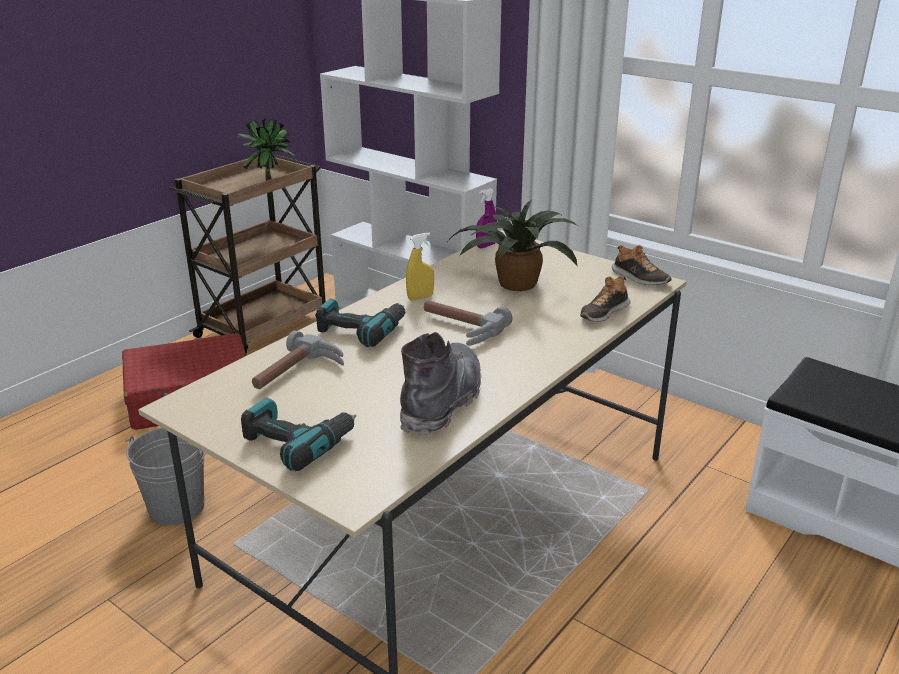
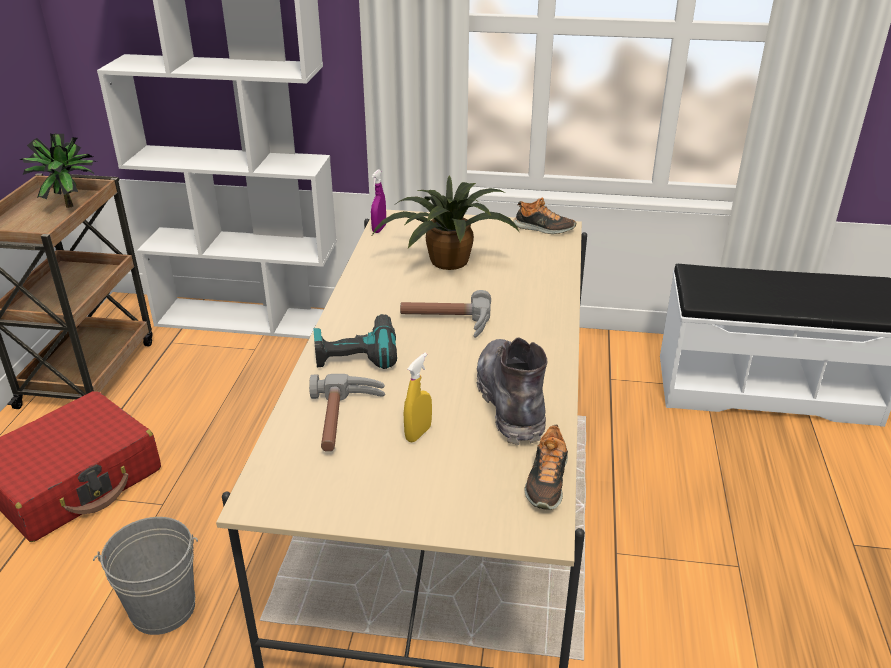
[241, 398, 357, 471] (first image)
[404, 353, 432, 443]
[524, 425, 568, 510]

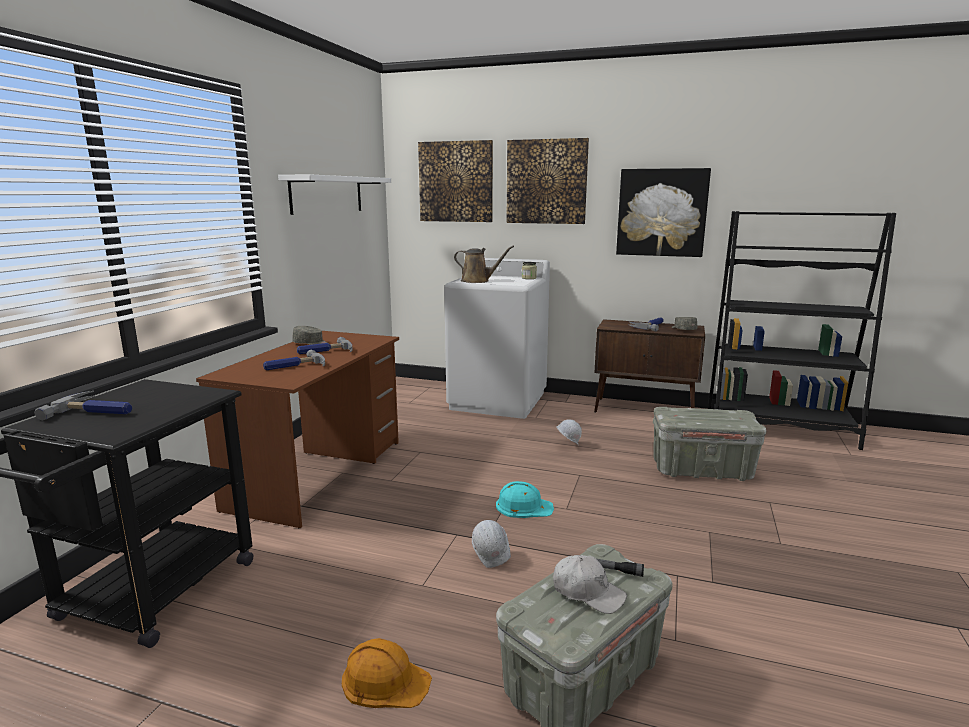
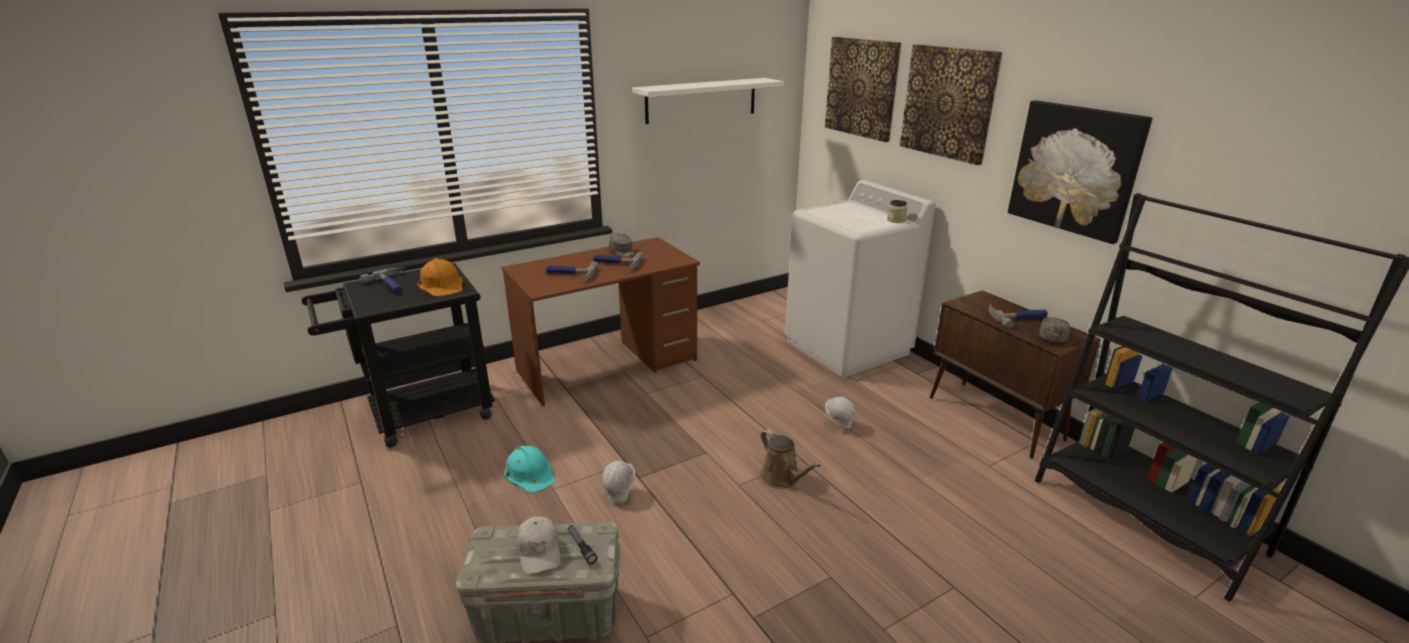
[653, 407, 766, 481] (first image)
[417, 258, 463, 296]
[760, 429, 821, 489]
[504, 446, 555, 493]

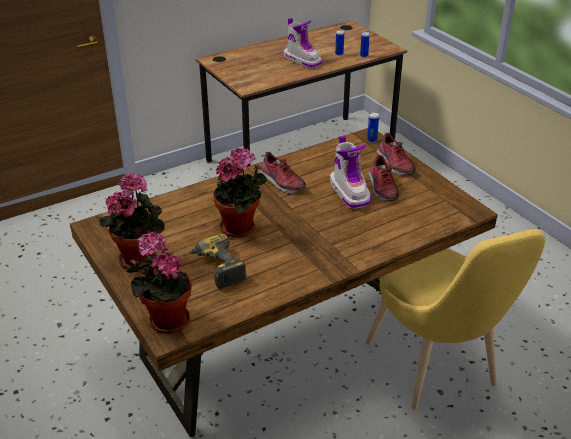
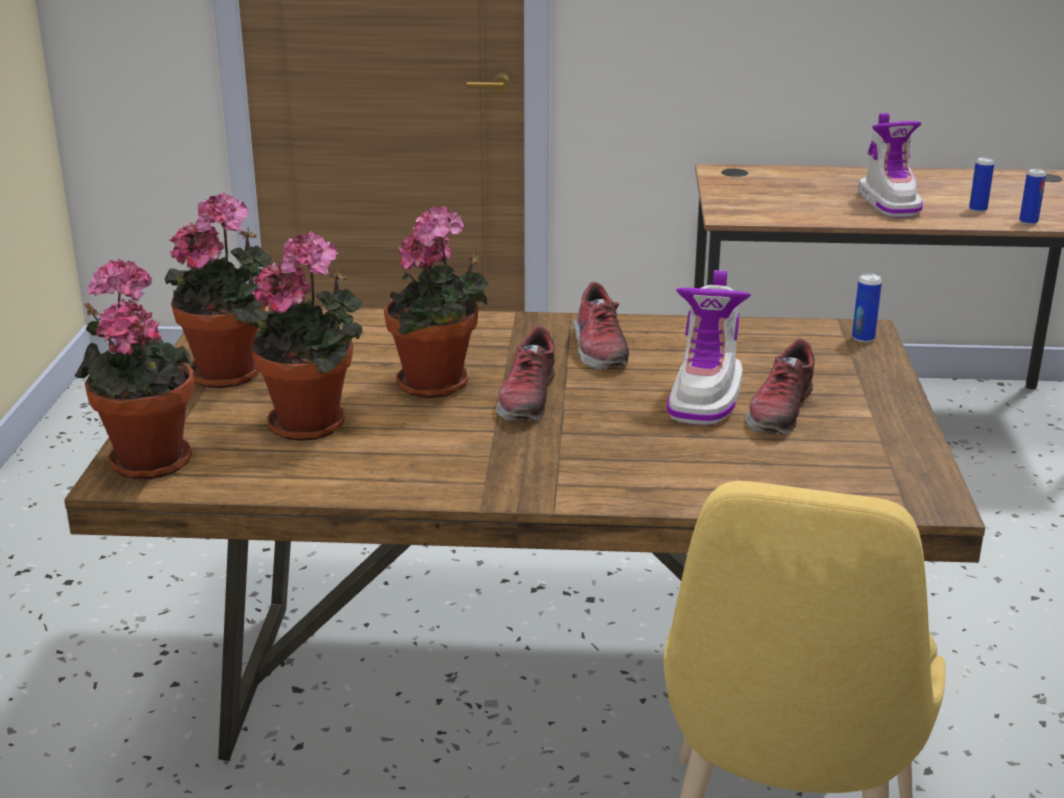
[496, 325, 555, 422]
[248, 231, 362, 441]

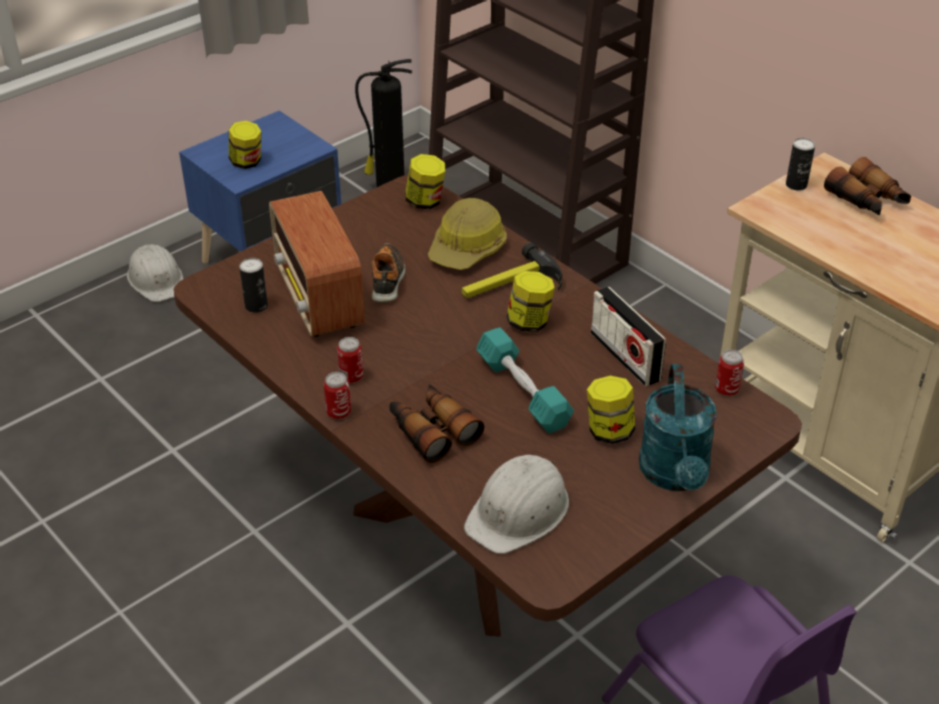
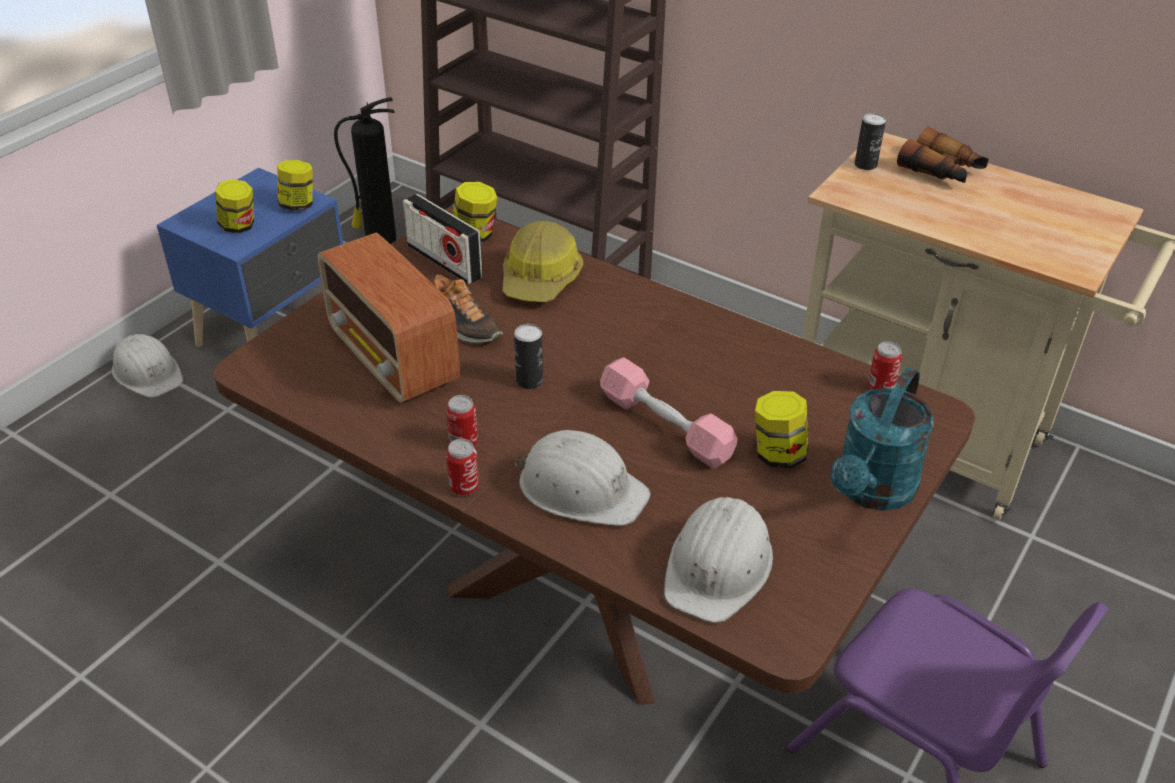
[462, 243, 562, 298] (first image)
[514, 324, 543, 389]
[277, 160, 313, 211]
[403, 194, 483, 284]
[514, 430, 651, 526]
[600, 357, 738, 469]
[434, 274, 503, 343]
[830, 368, 934, 511]

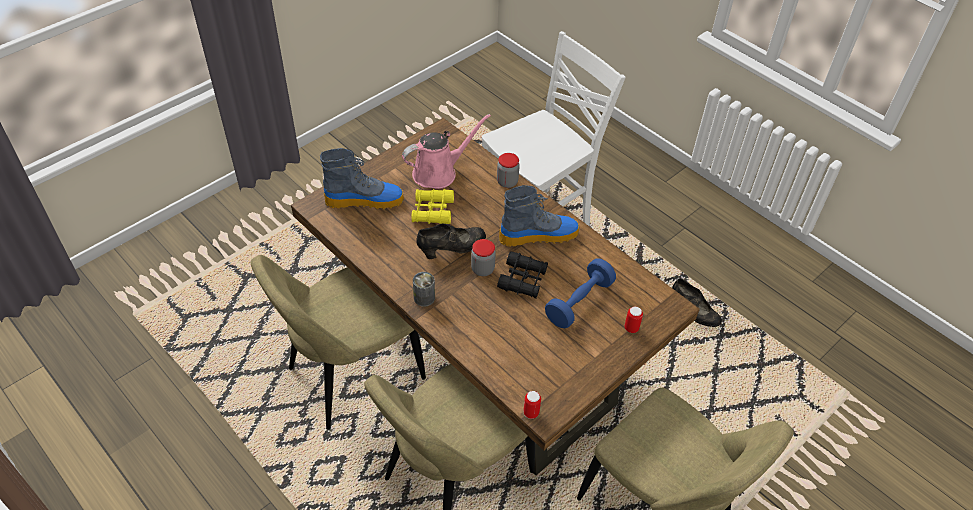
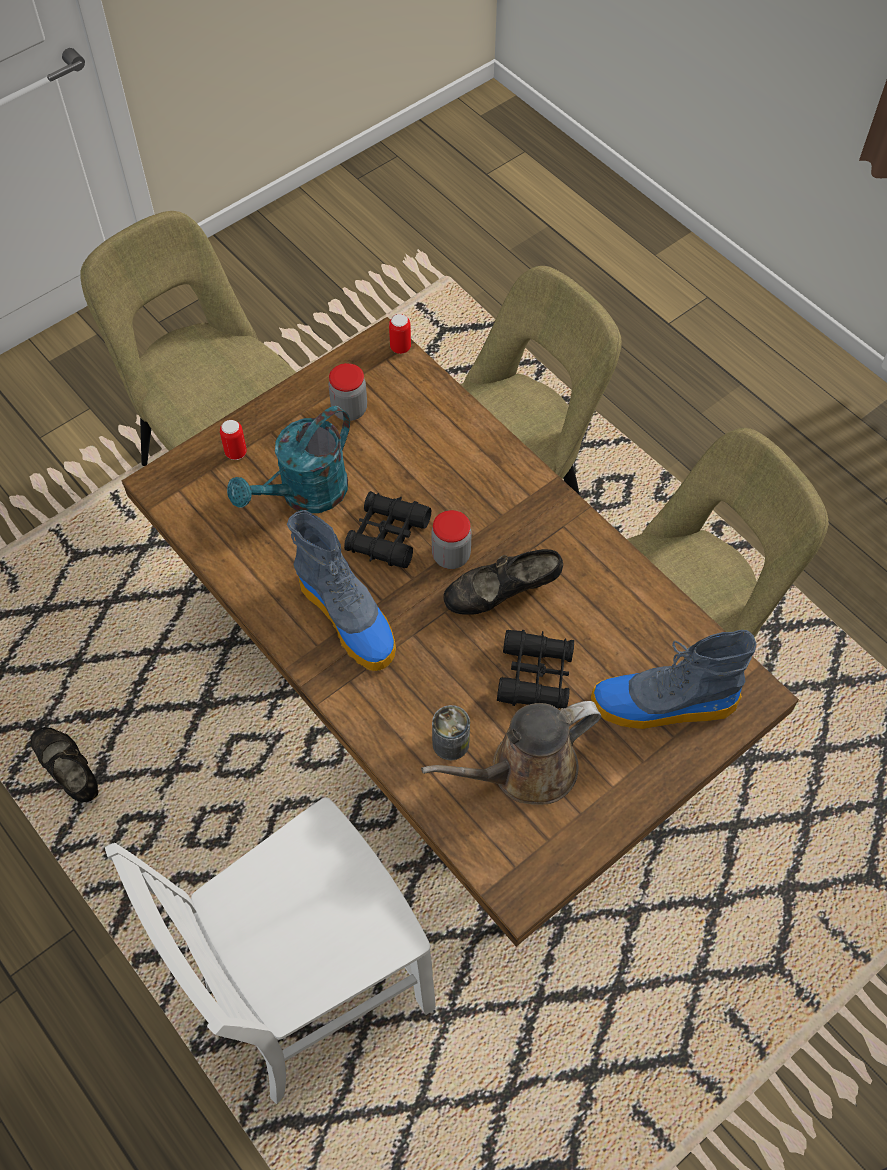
[432, 705, 470, 760]
[328, 363, 367, 421]
[227, 406, 350, 513]
[421, 701, 601, 805]
[497, 630, 574, 709]
[287, 510, 396, 671]

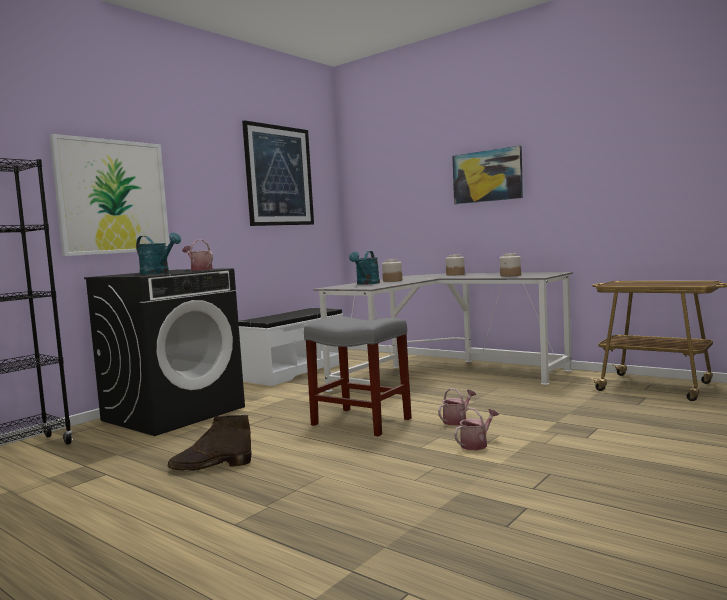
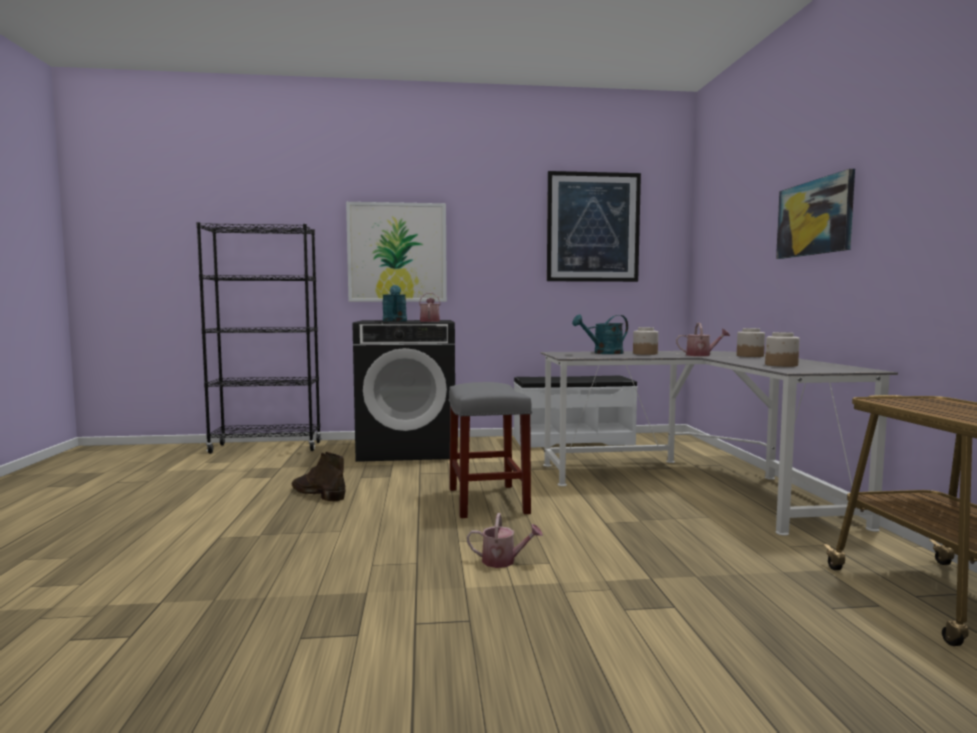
[676, 323, 730, 356]

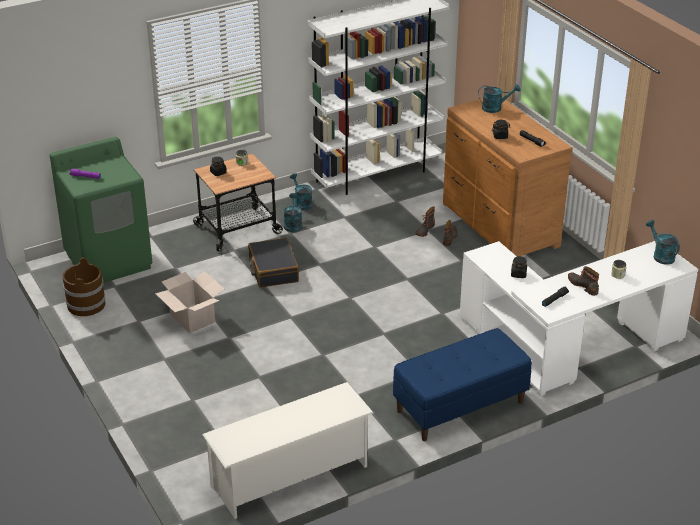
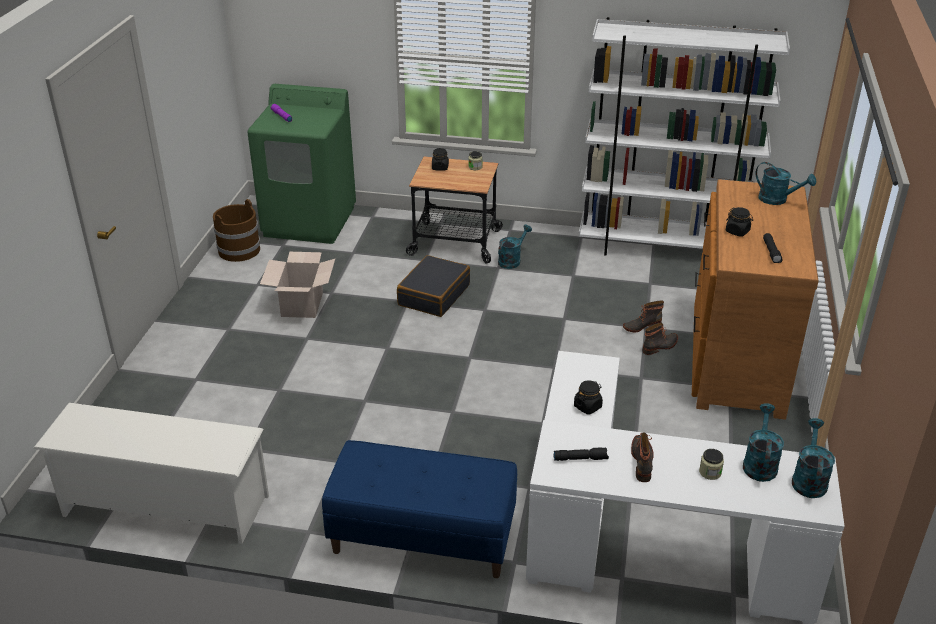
[743, 403, 784, 482]

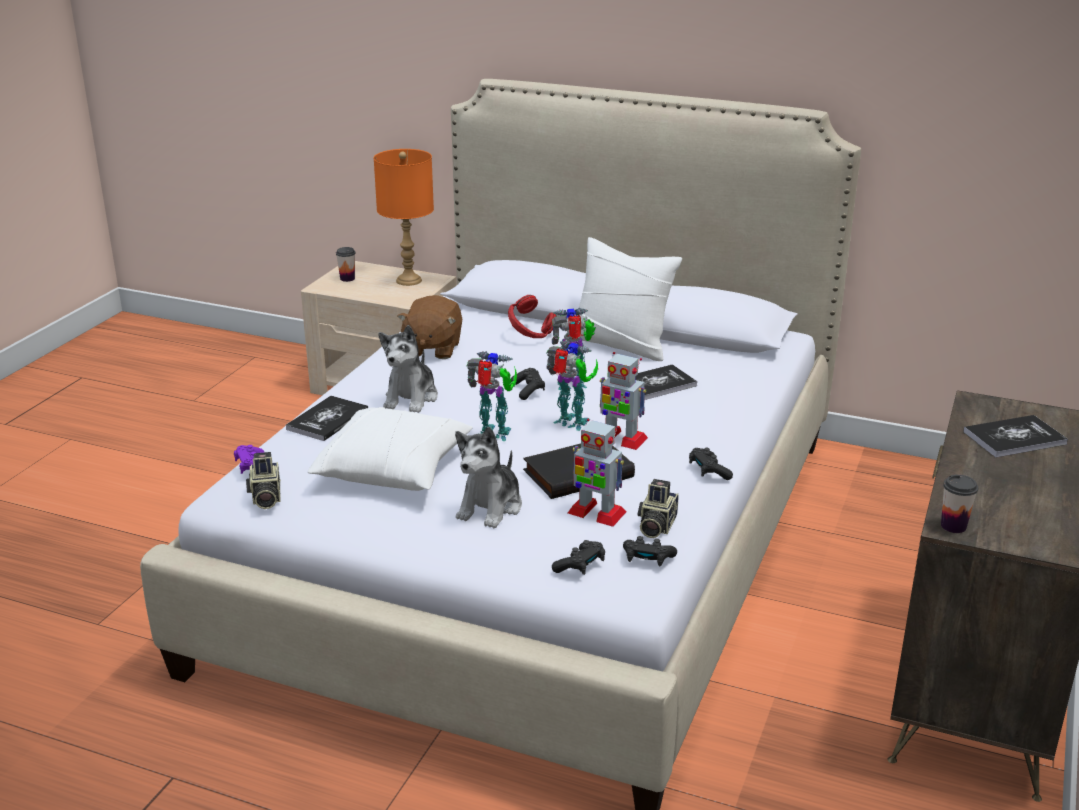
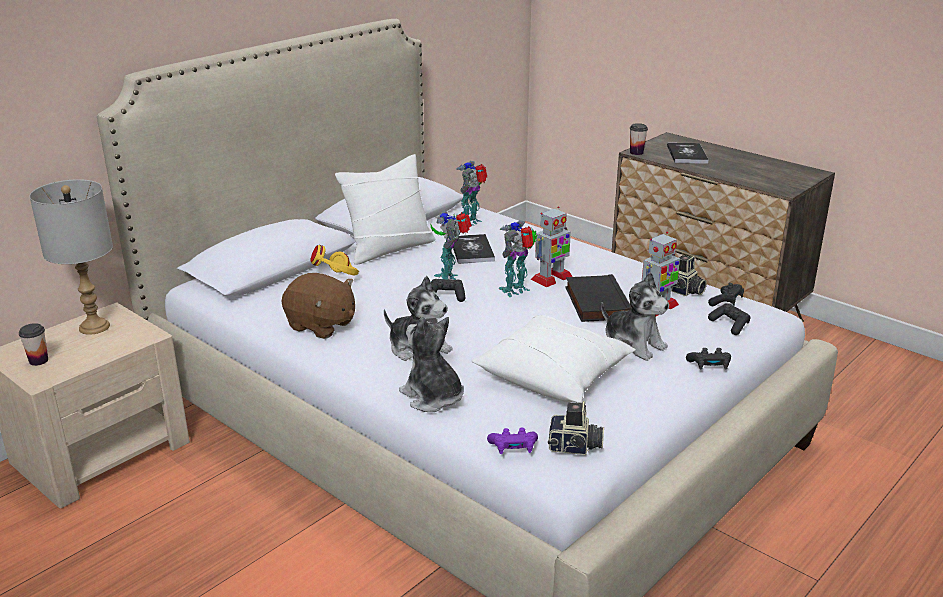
[457, 161, 488, 226]
[686, 348, 731, 370]
[630, 123, 648, 155]
[399, 317, 464, 412]
[30, 179, 113, 335]
[310, 245, 359, 276]

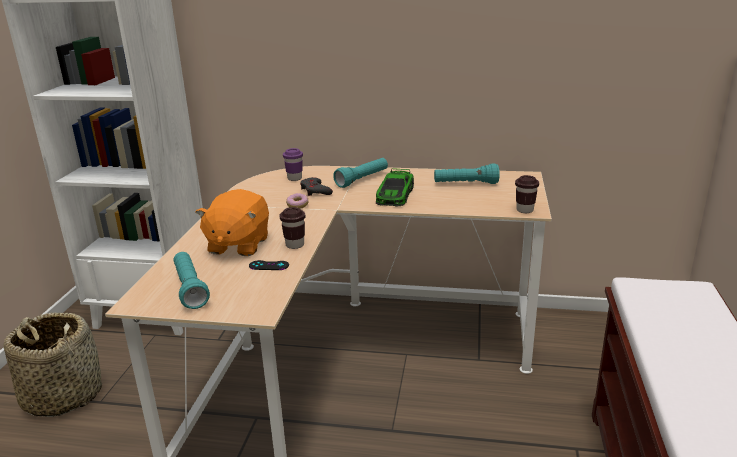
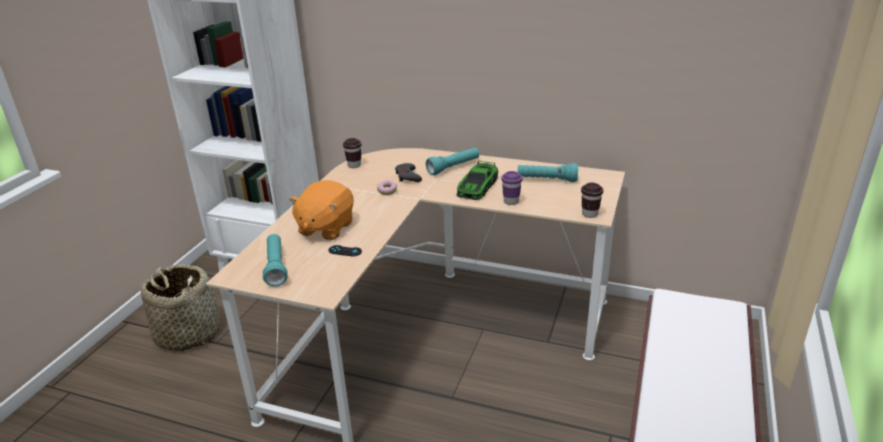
[343, 138, 362, 168]
[501, 171, 522, 205]

